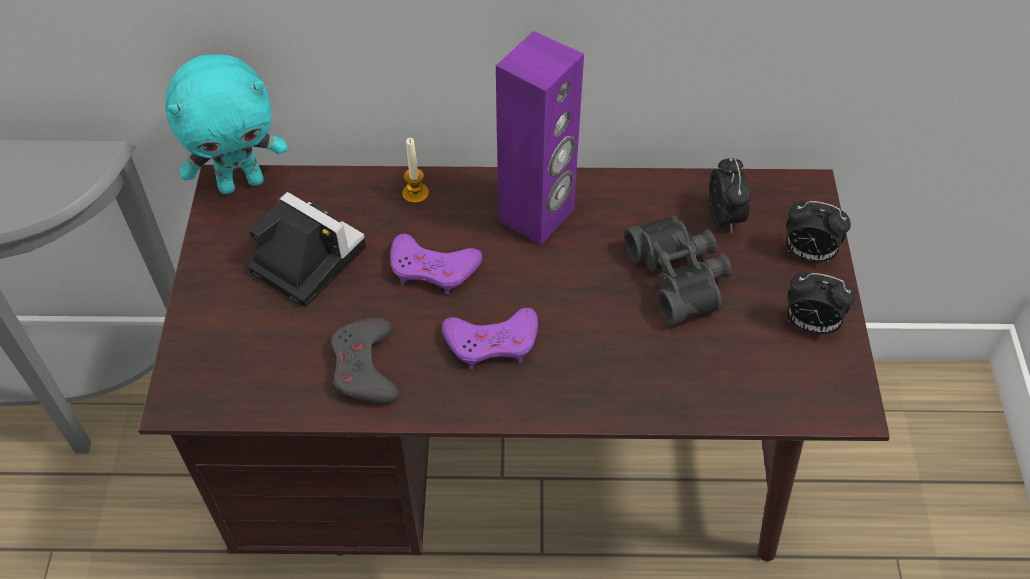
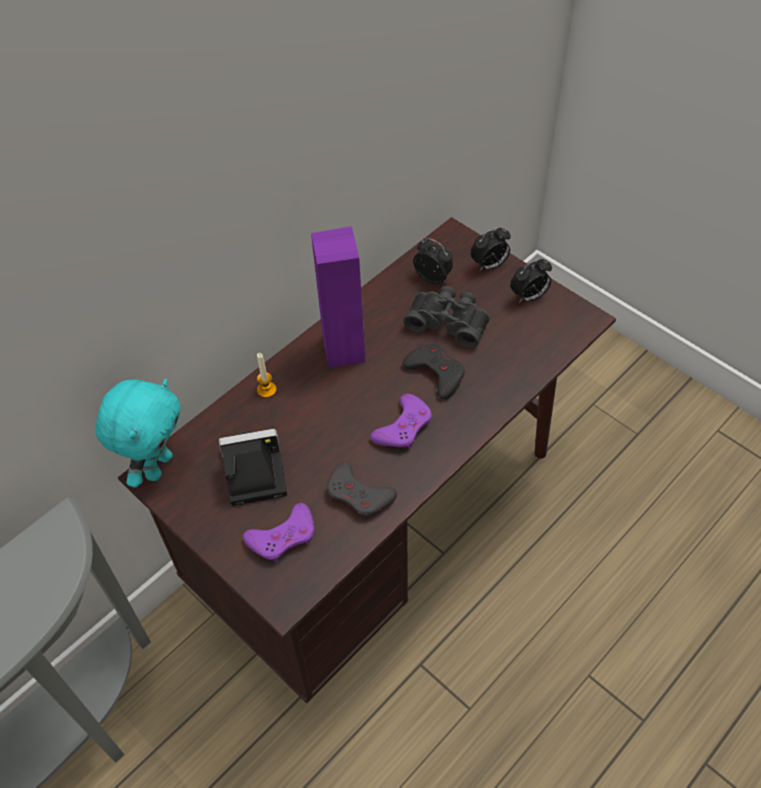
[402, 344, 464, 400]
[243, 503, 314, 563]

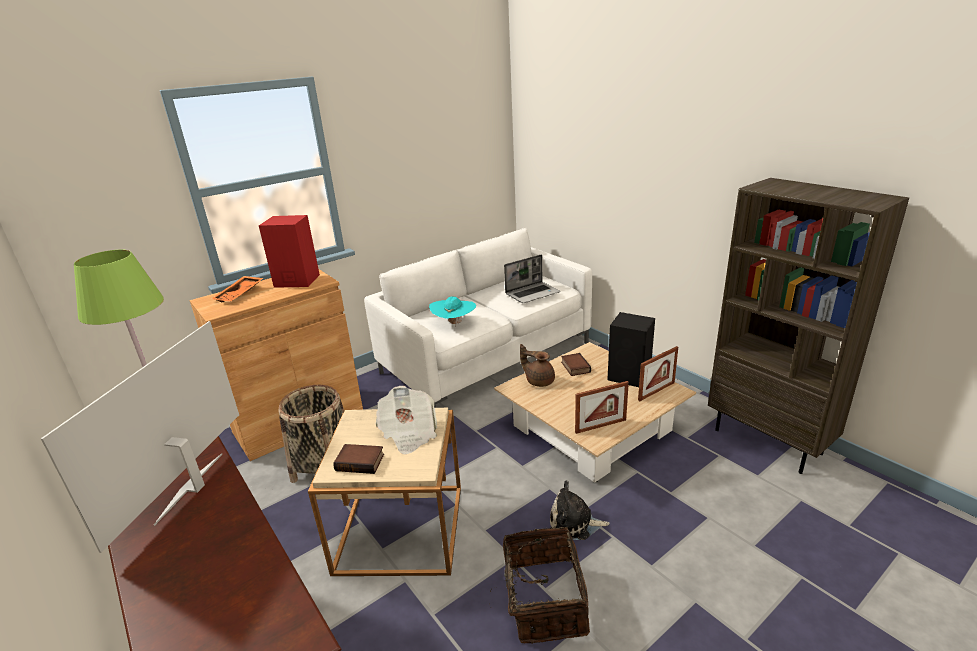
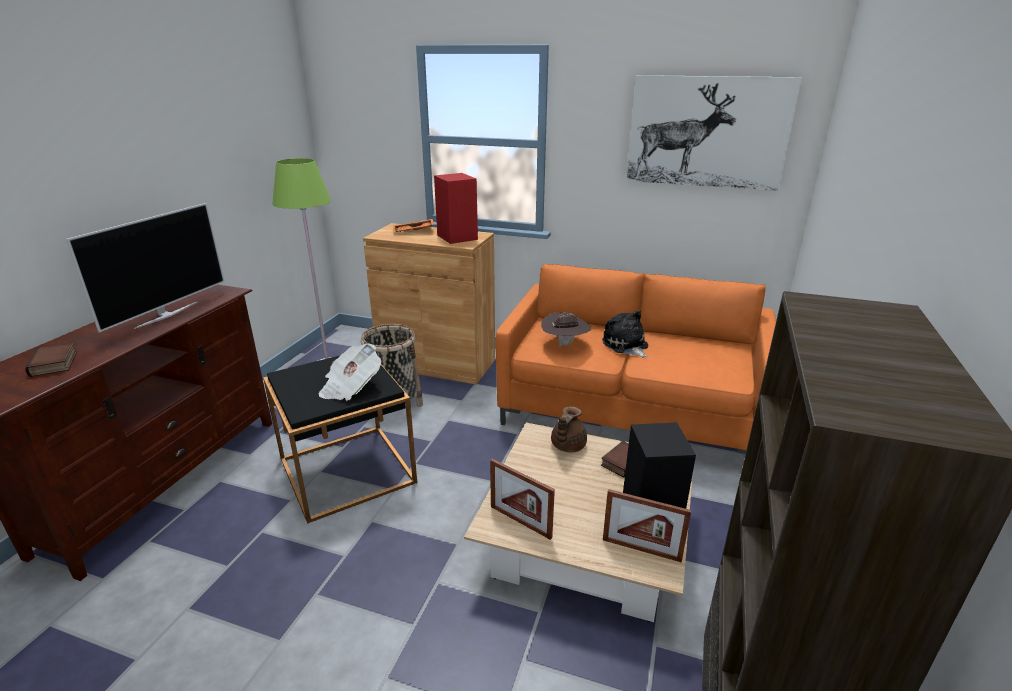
[489, 527, 590, 644] (first image)
[504, 255, 560, 303] (first image)
[626, 75, 802, 191]
[26, 342, 77, 377]
[602, 310, 648, 358]
[263, 356, 417, 523]
[496, 264, 776, 454]
[541, 312, 591, 347]
[66, 203, 225, 332]
[551, 406, 587, 452]

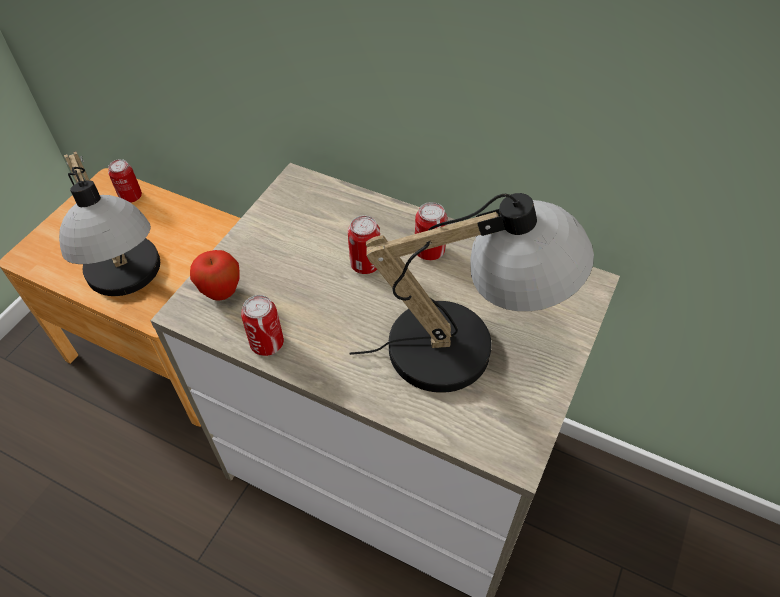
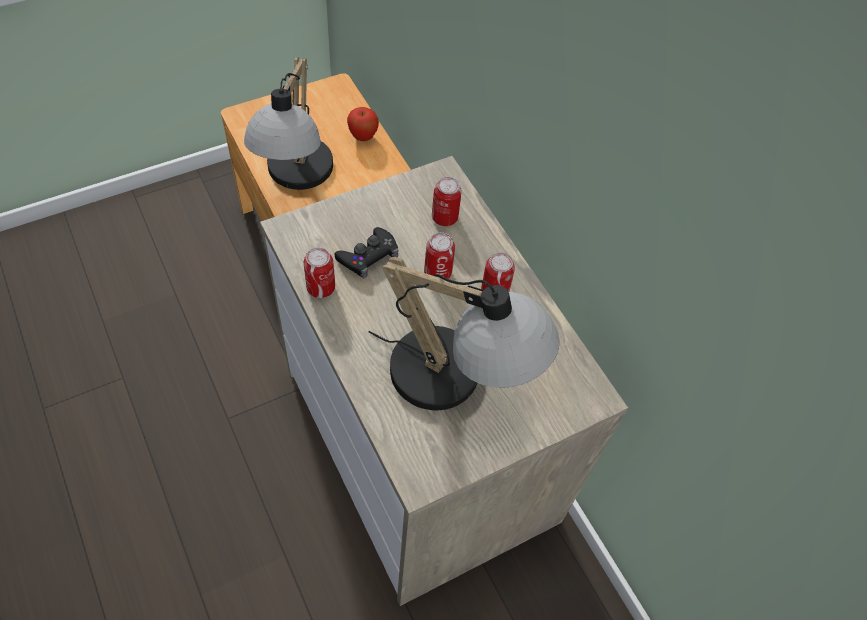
[335, 227, 399, 278]
[432, 177, 461, 226]
[347, 107, 379, 141]

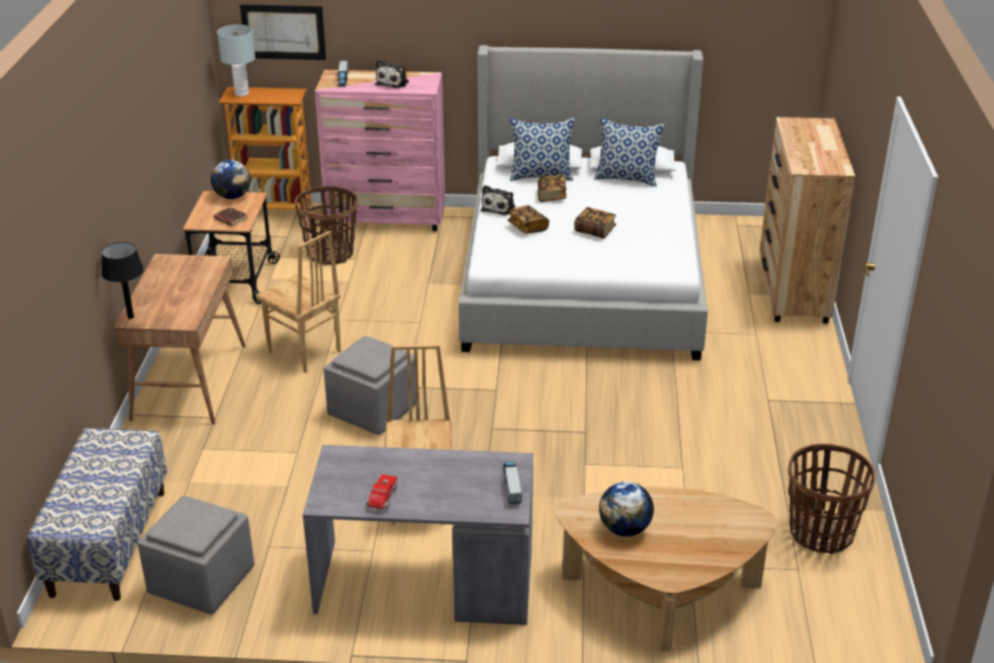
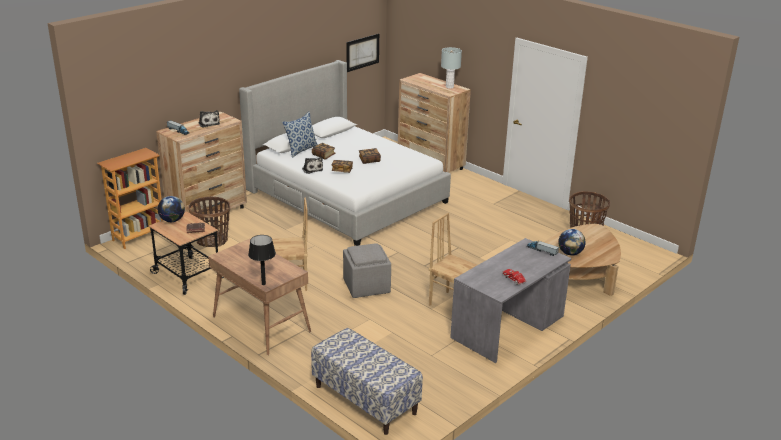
[138, 496, 254, 614] (first image)
[594, 117, 664, 187] (first image)
[441, 47, 462, 89]
[346, 34, 379, 72]
[156, 112, 247, 219]

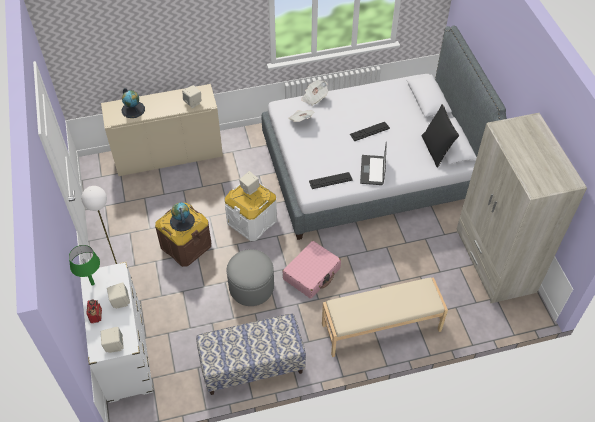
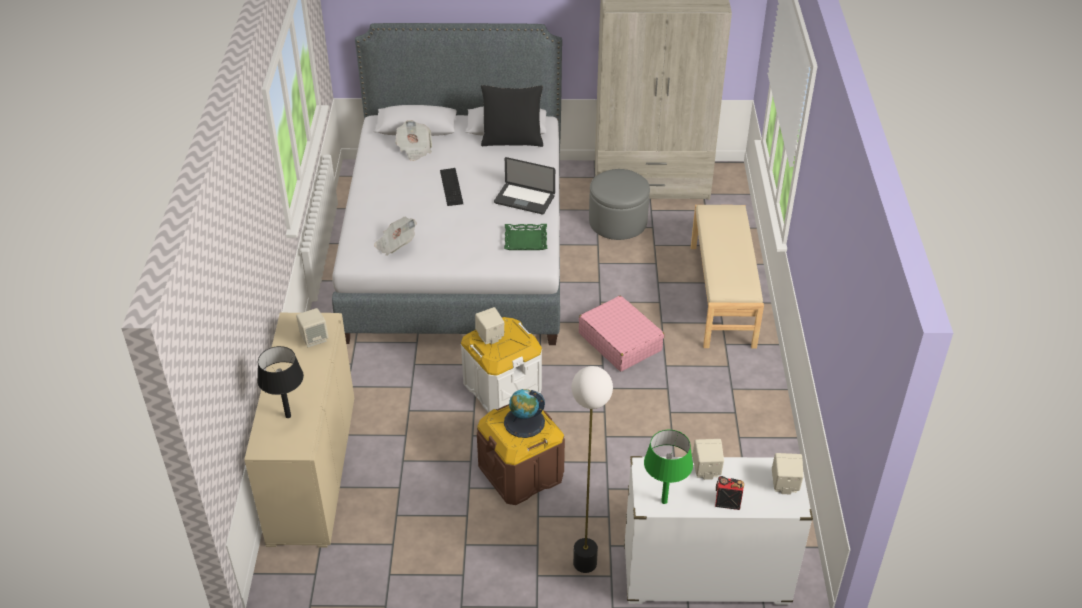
[196, 314, 306, 395] (first image)
[589, 169, 650, 240]
[395, 120, 432, 161]
[257, 346, 304, 418]
[504, 224, 547, 250]

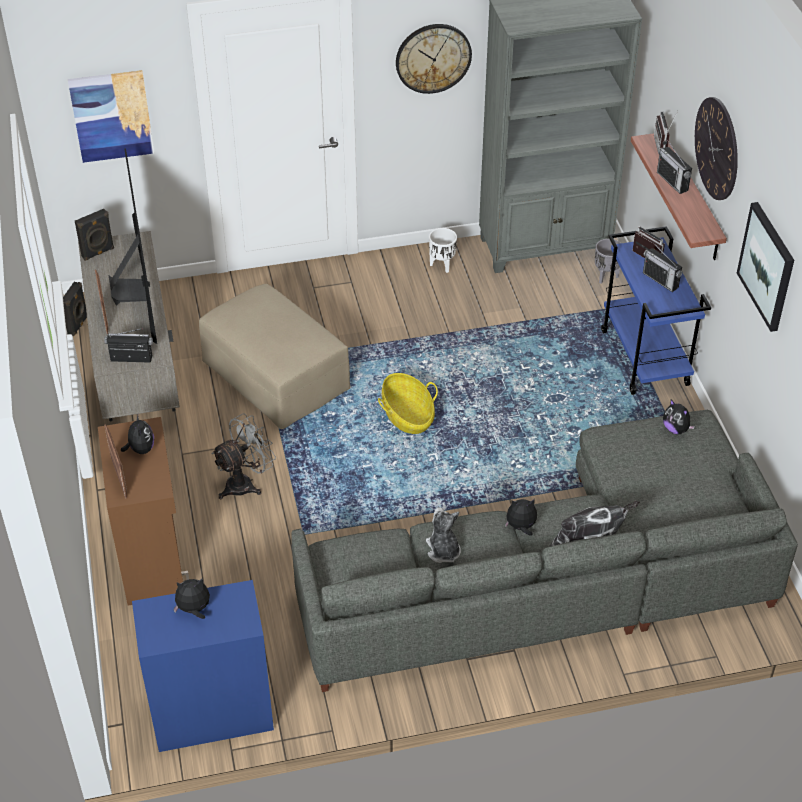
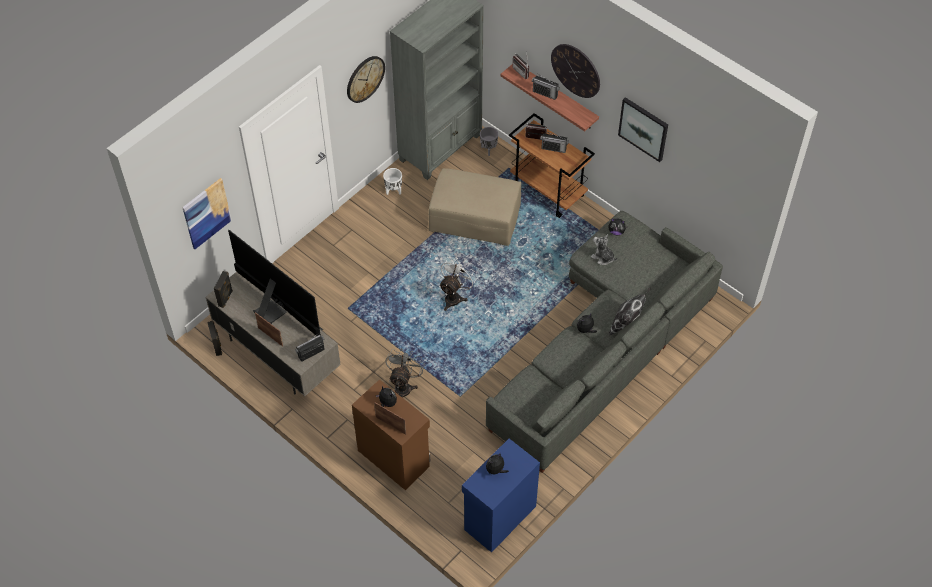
[428, 168, 521, 246]
[591, 234, 618, 265]
[439, 258, 477, 311]
[509, 113, 595, 218]

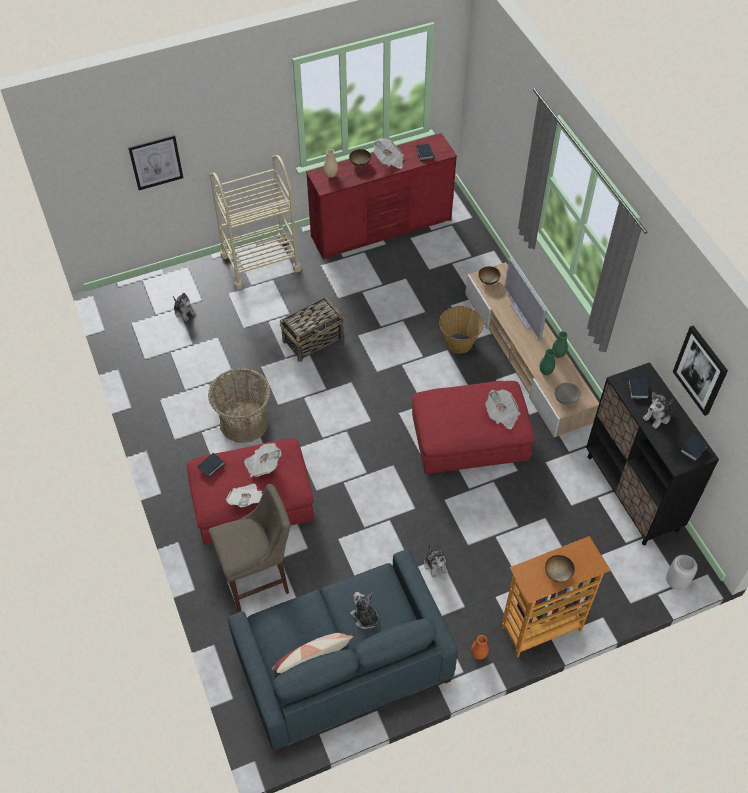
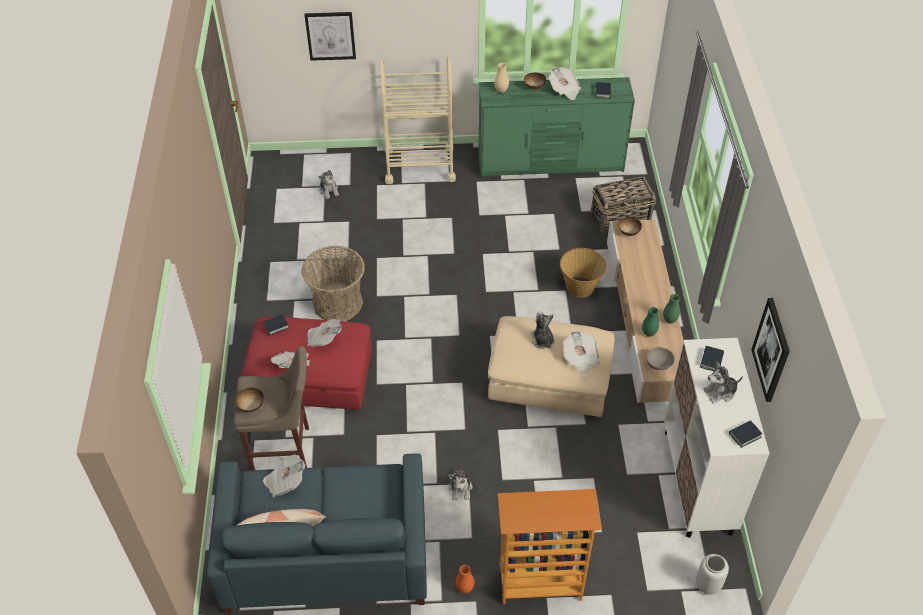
[505, 257, 547, 340] (first image)
[263, 454, 305, 497]
[591, 177, 656, 232]
[530, 312, 554, 349]
[235, 387, 264, 412]
[479, 77, 635, 177]
[488, 316, 615, 417]
[664, 338, 770, 538]

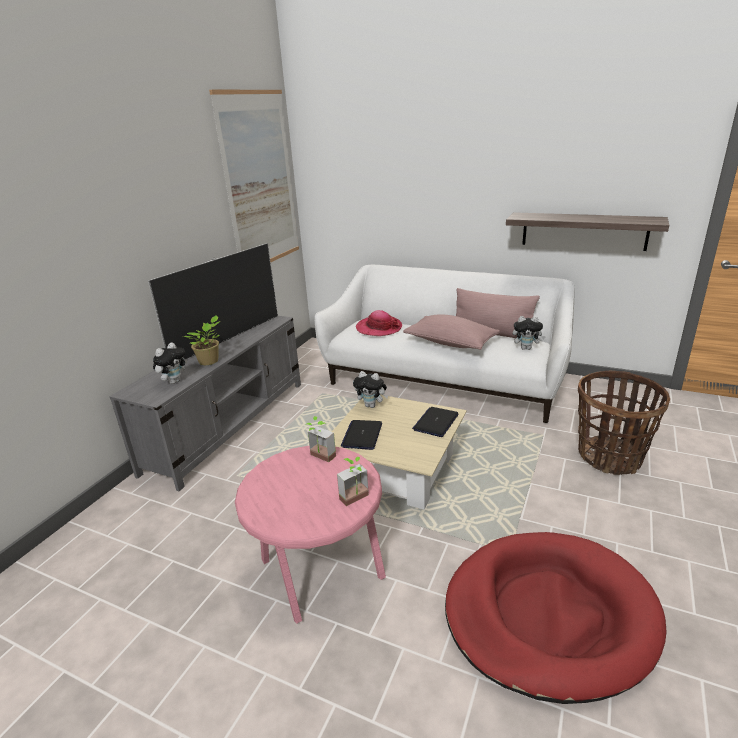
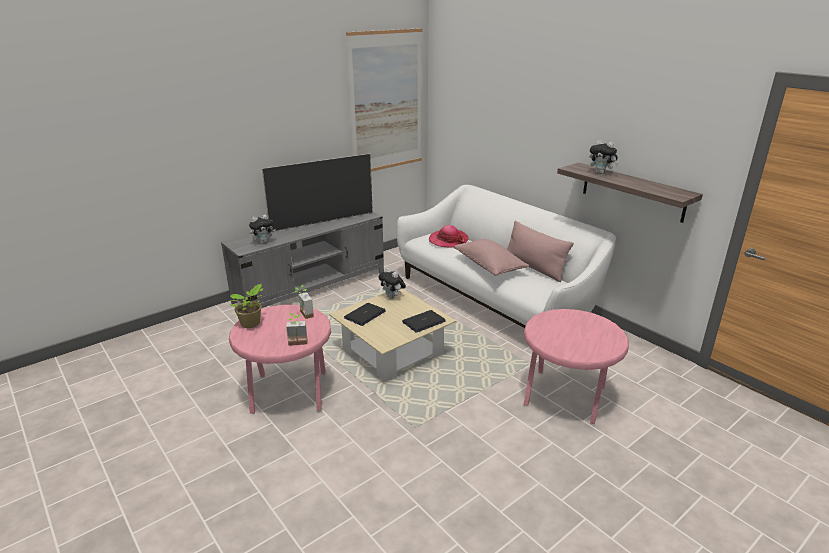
[445, 532, 667, 704] (first image)
[230, 283, 264, 328]
[589, 140, 619, 174]
[524, 309, 629, 424]

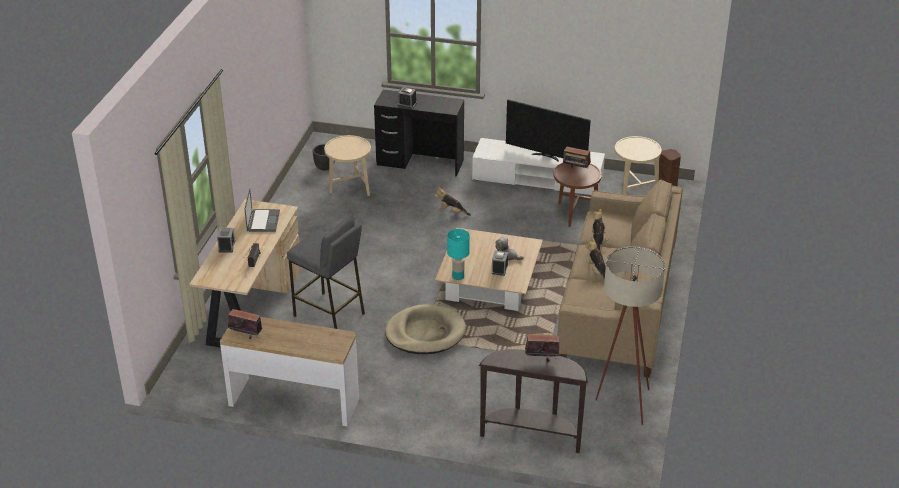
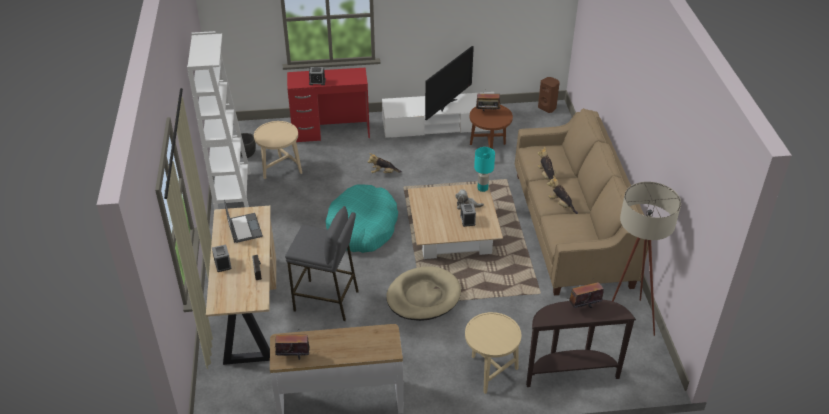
[187, 31, 251, 210]
[325, 184, 398, 253]
[474, 147, 495, 192]
[465, 312, 521, 394]
[287, 67, 370, 142]
[425, 46, 474, 120]

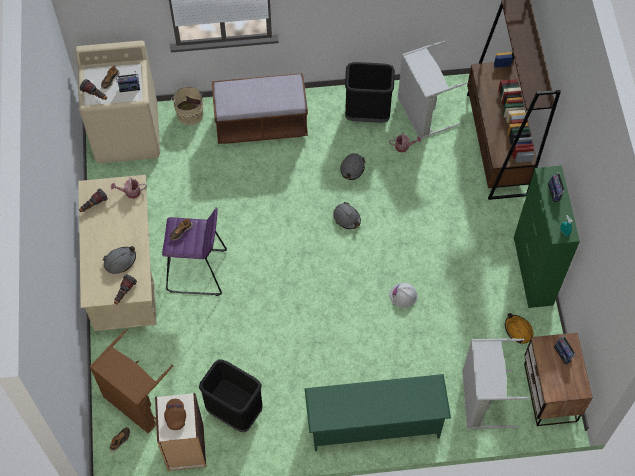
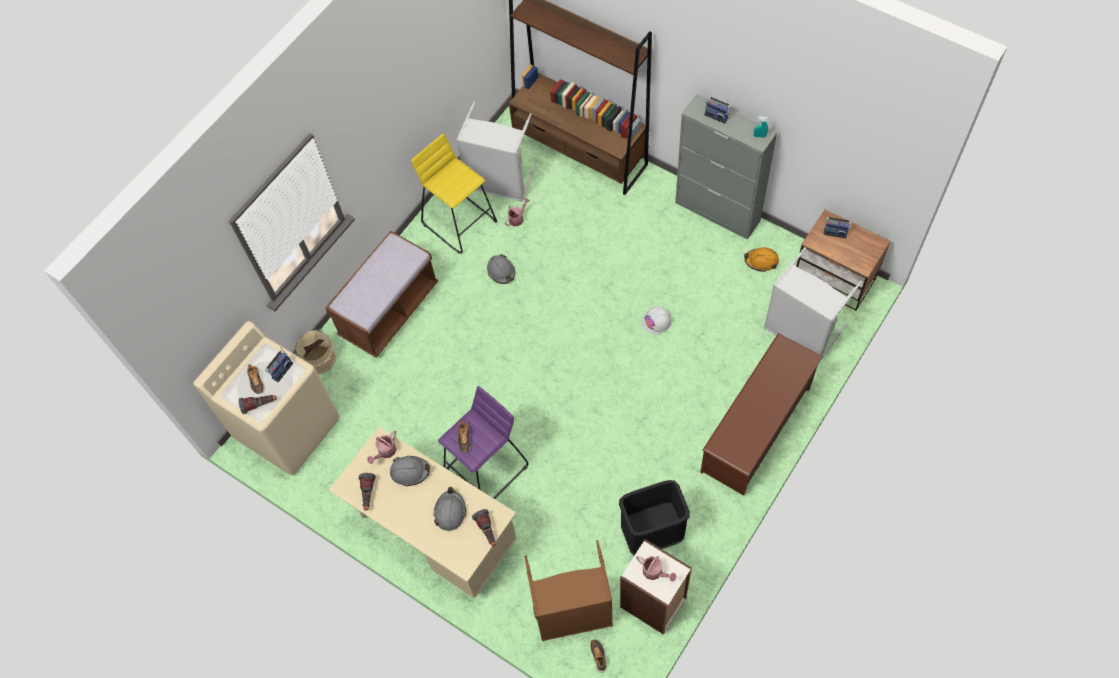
[390, 456, 430, 486]
[636, 556, 676, 582]
[411, 134, 497, 254]
[700, 333, 823, 496]
[675, 94, 777, 240]

